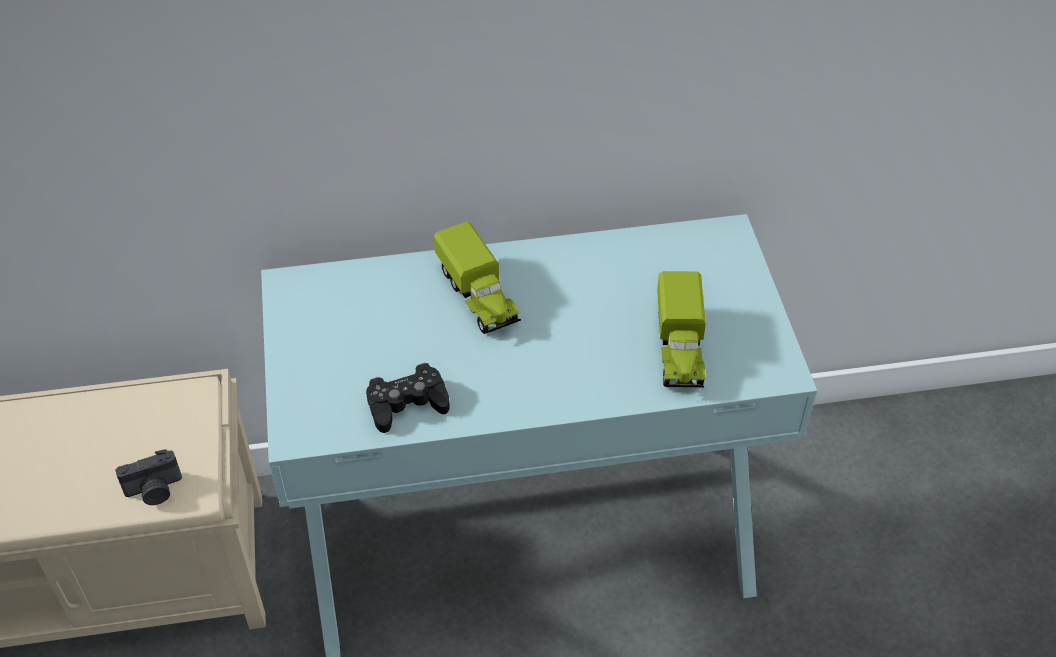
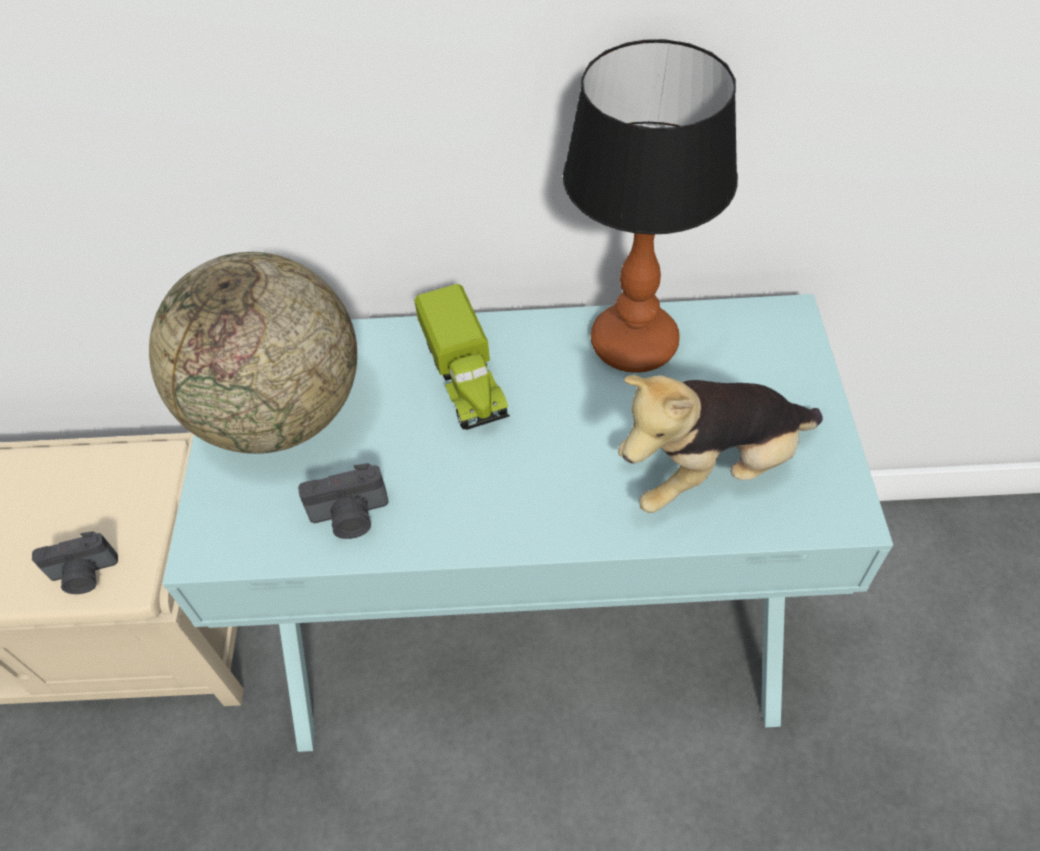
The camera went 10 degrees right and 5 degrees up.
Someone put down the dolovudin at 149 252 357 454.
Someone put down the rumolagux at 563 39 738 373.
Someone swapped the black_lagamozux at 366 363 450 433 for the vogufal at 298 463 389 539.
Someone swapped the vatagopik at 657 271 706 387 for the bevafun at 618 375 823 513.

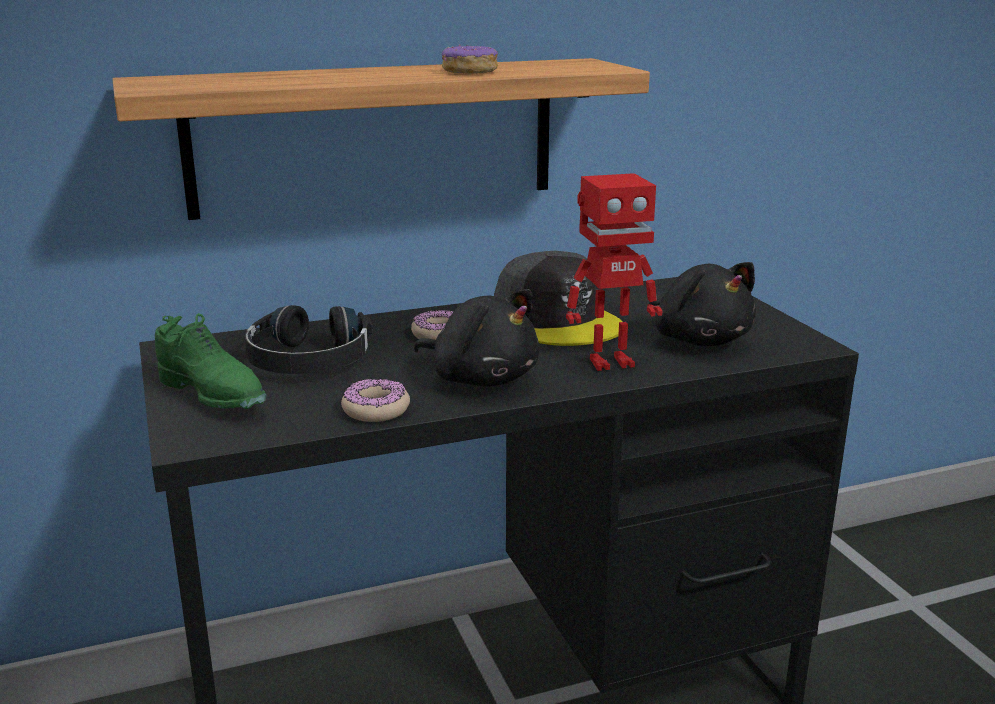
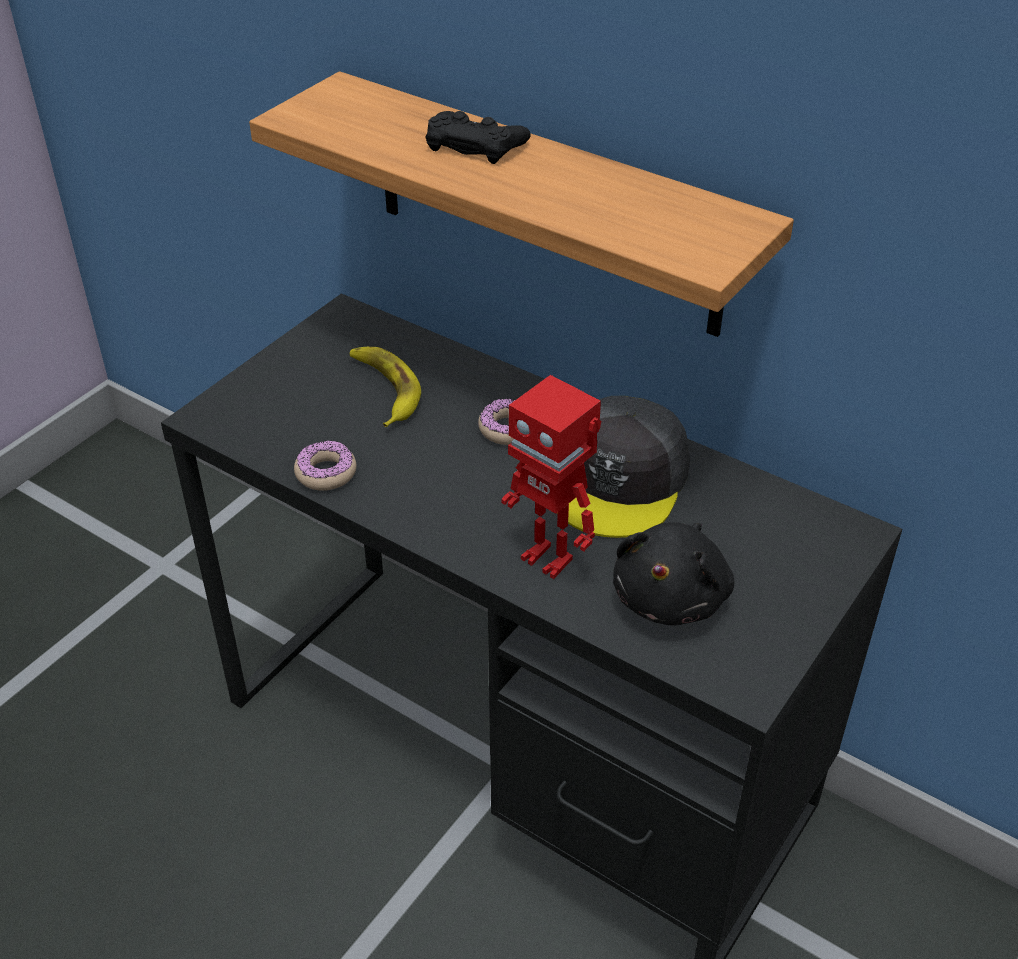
The camera went 55 degrees right and 20 degrees up.
Someone took away the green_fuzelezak at 155 313 267 409.
Someone took away the black_bevafun at 414 289 539 386.
Someone took away the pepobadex at 442 44 498 74.
Someone put down the black_lagamozux at 426 111 531 164.
Someone swapped the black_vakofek at 245 305 372 374 for the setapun at 350 347 421 427.

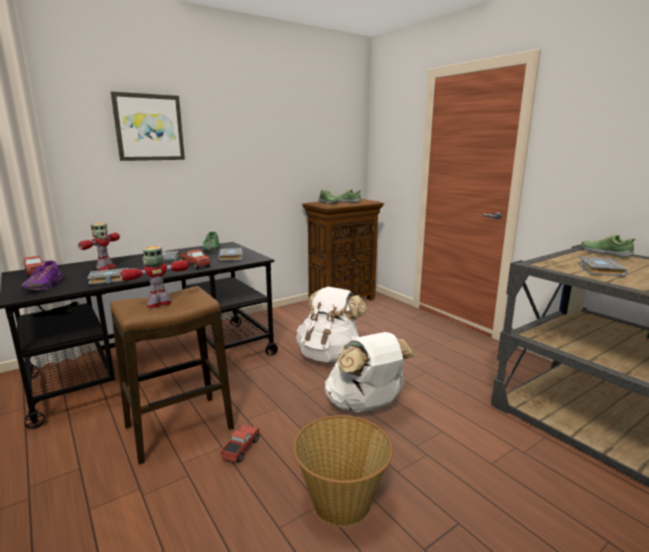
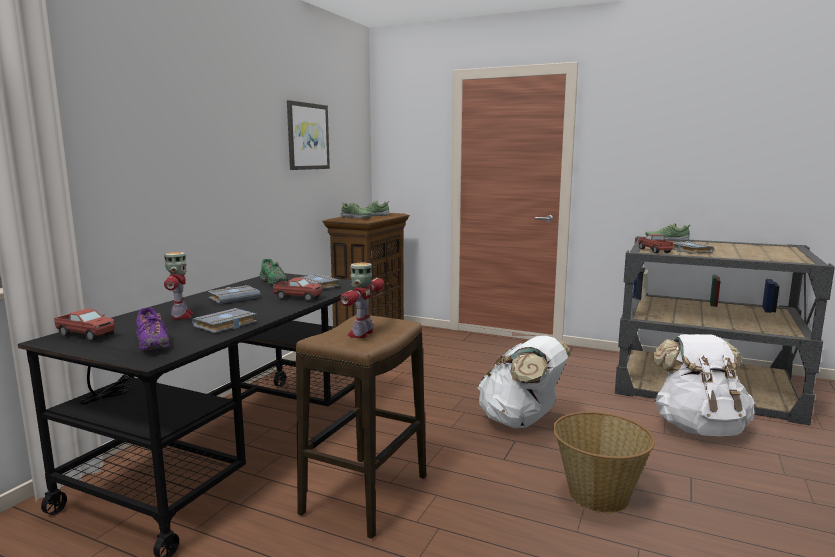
The camera went 30 degrees left and 5 degrees down.
Someone carried the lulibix from 111 92 185 161 to 287 100 330 170.
Someone carried the vatagopik from 221 425 260 463 to 638 234 673 253.
Someone carried the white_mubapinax from 296 287 367 362 to 653 334 755 436.

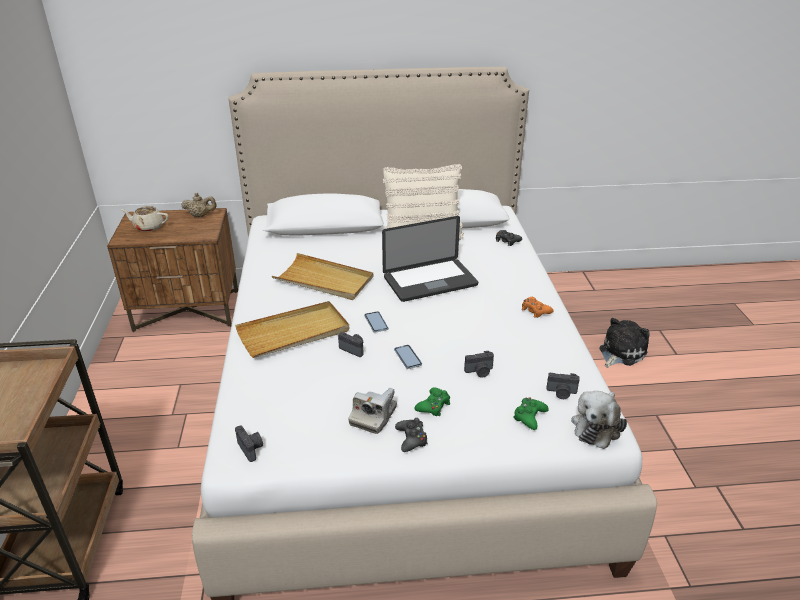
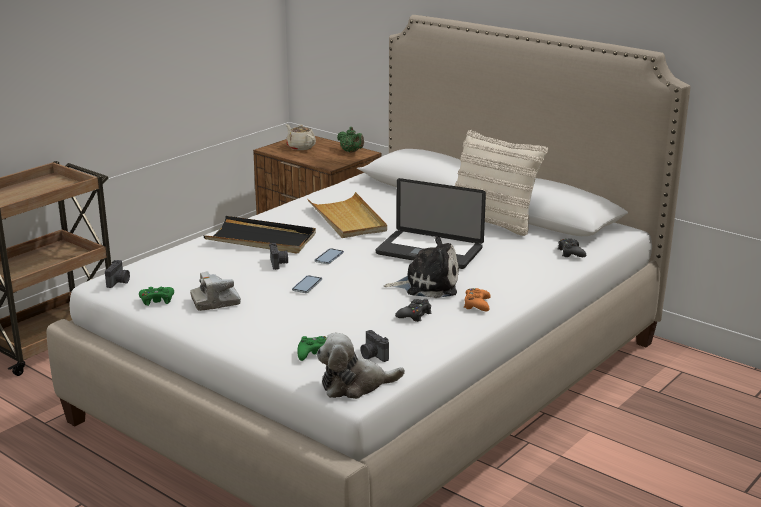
The camera went 45 degrees right and 10 degrees down.
Someone took away the vogufal at 464 351 494 378.
Someone carried the black_lagamozux from 395 418 428 452 to 395 299 432 322.
Someone carried the green_lagamozux from 415 387 450 416 to 139 287 174 306.
Someone carried the bevafun from 599 318 650 368 to 384 236 459 298.
Someone repainted the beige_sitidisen at 181 193 217 217, which became the green_sitidisen at 337 127 364 153.
Someone repainted the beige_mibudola at 235 301 349 358, which became the black_mibudola at 203 216 316 254.

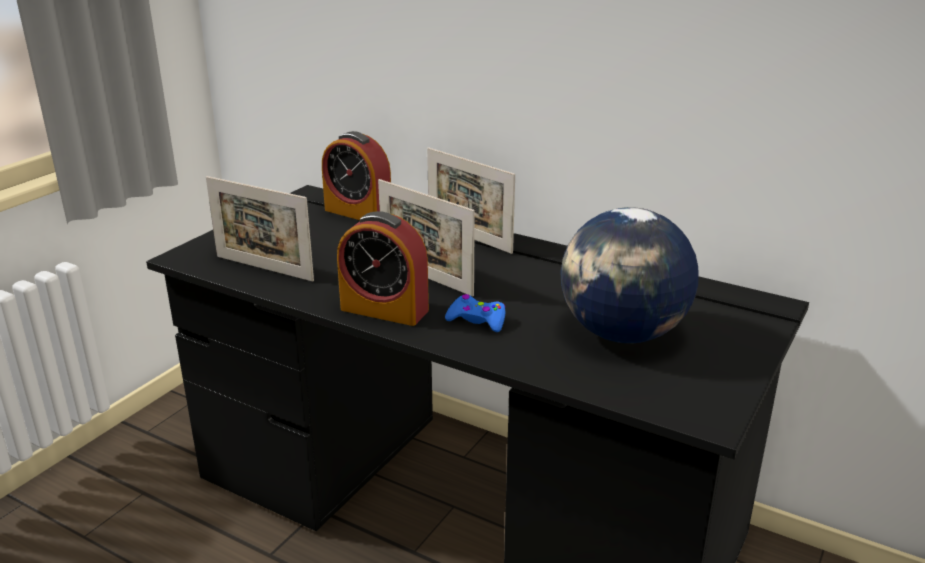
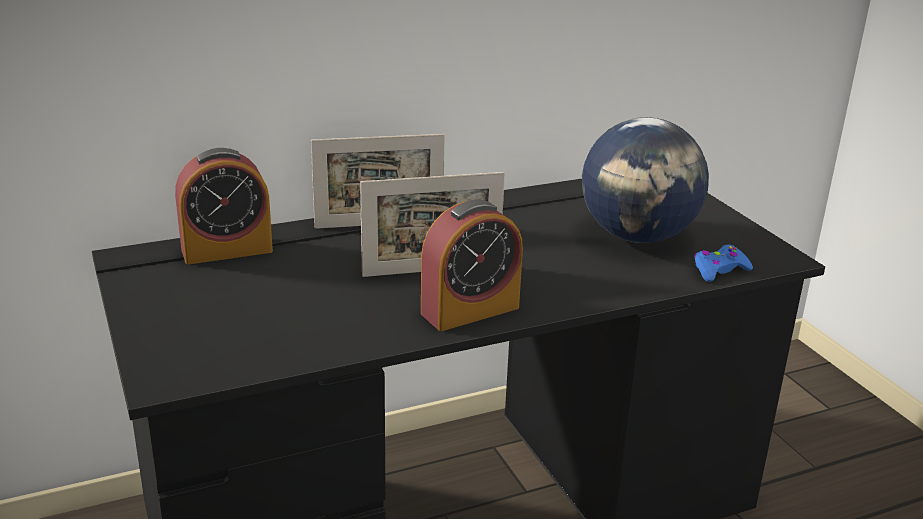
The camera went 55 degrees left and 0 degrees up.
Someone took away the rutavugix at 206 176 314 282.
Someone carried the blue_lagamozux from 445 294 505 332 to 694 245 753 282.

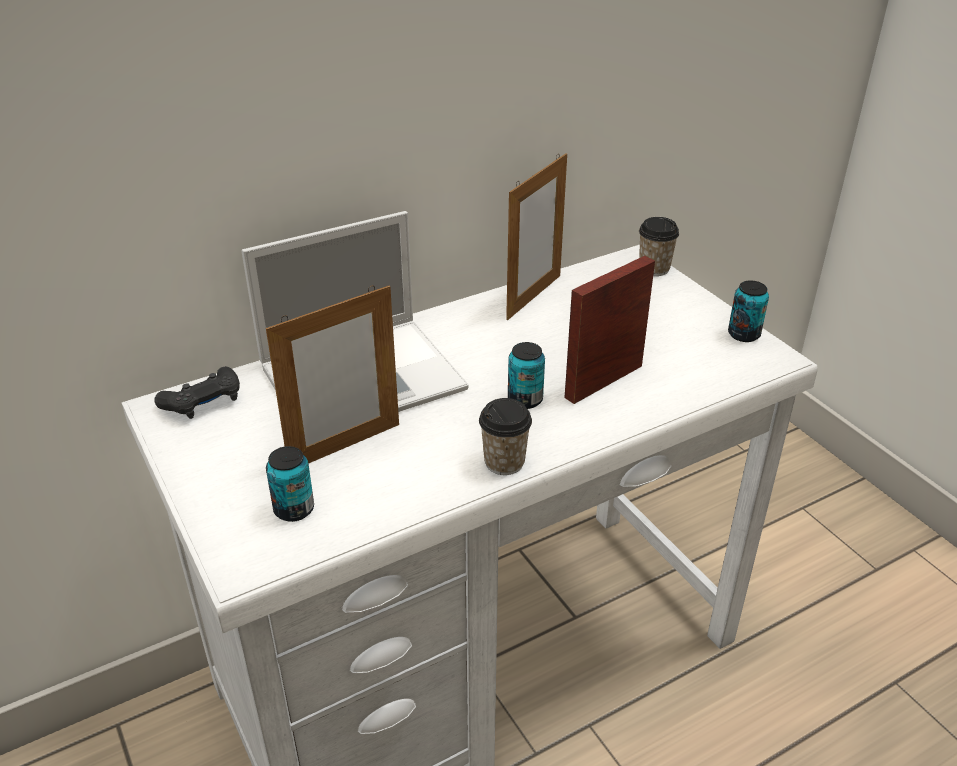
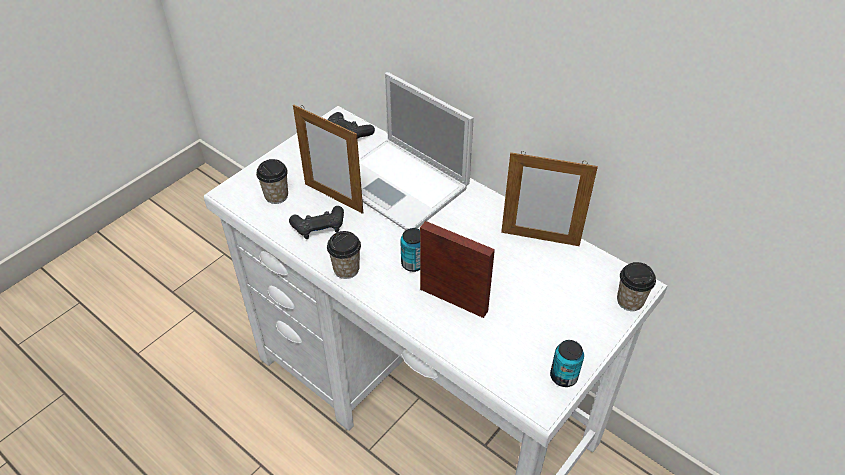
The camera went 70 degrees right and 10 degrees up.
Someone put down the black_lagamozux at 289 206 344 239.
Someone swapped the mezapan at 266 446 314 522 for the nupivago at 256 159 288 204.

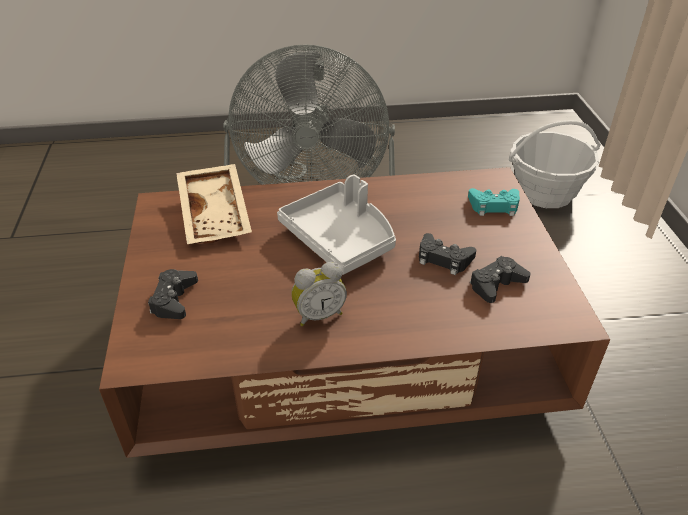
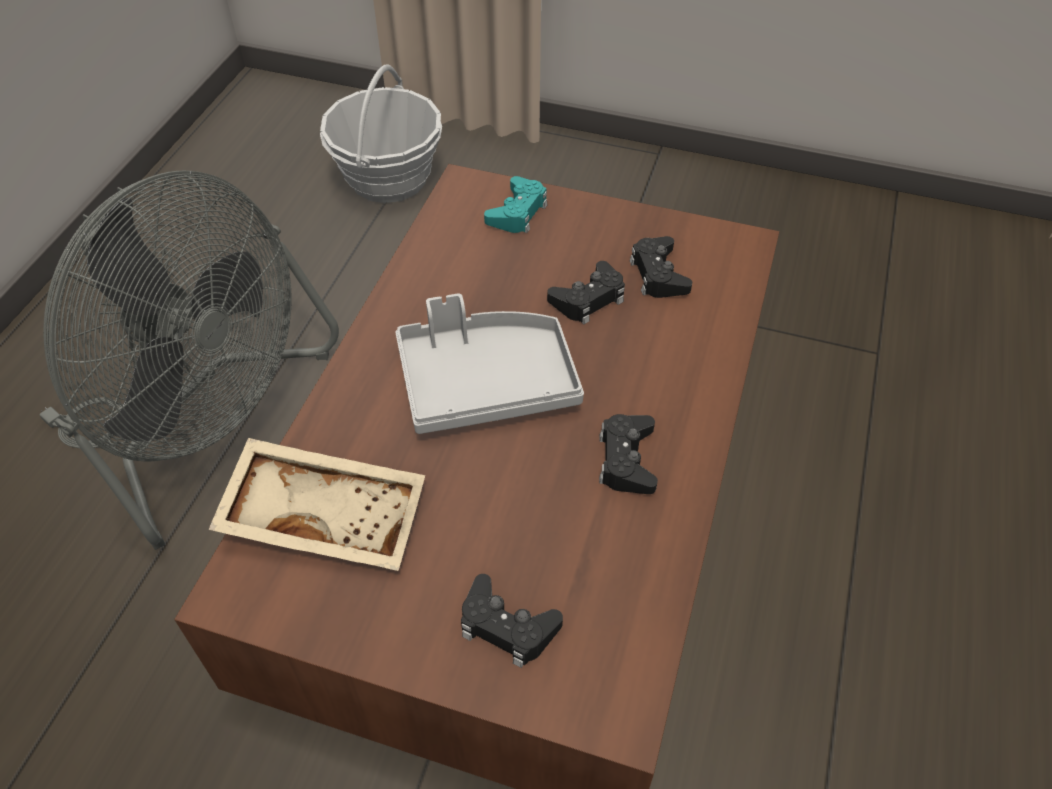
The camera went 65 degrees left and 10 degrees up.
Someone swapped the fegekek at 291 262 347 326 for the black_lagamozux at 599 414 658 494.

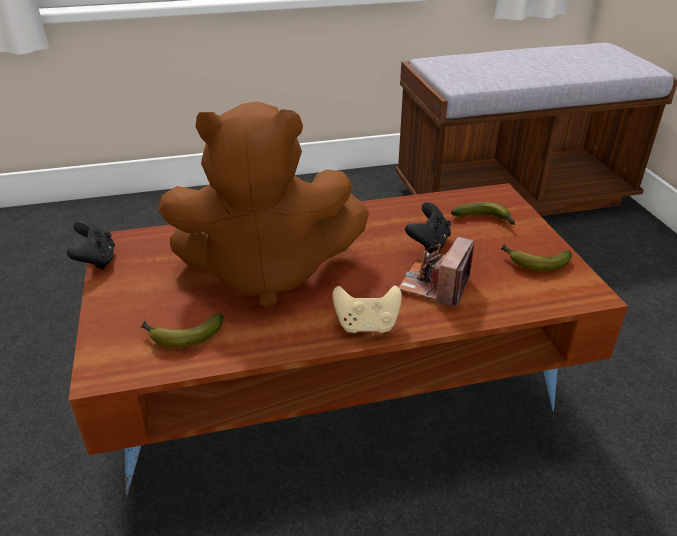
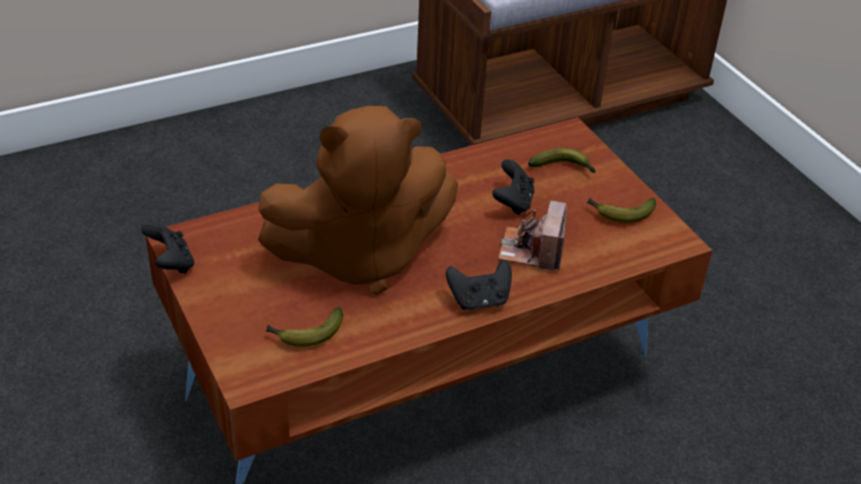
The camera went 15 degrees left and 5 degrees up.
Someone repainted the beige_lagamozux at 332 286 402 333, which became the black_lagamozux at 446 259 512 310.

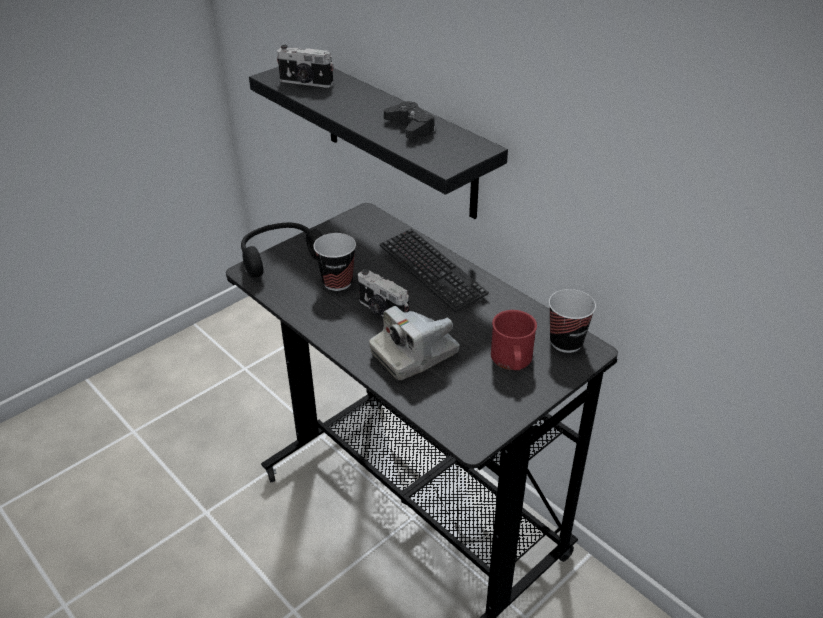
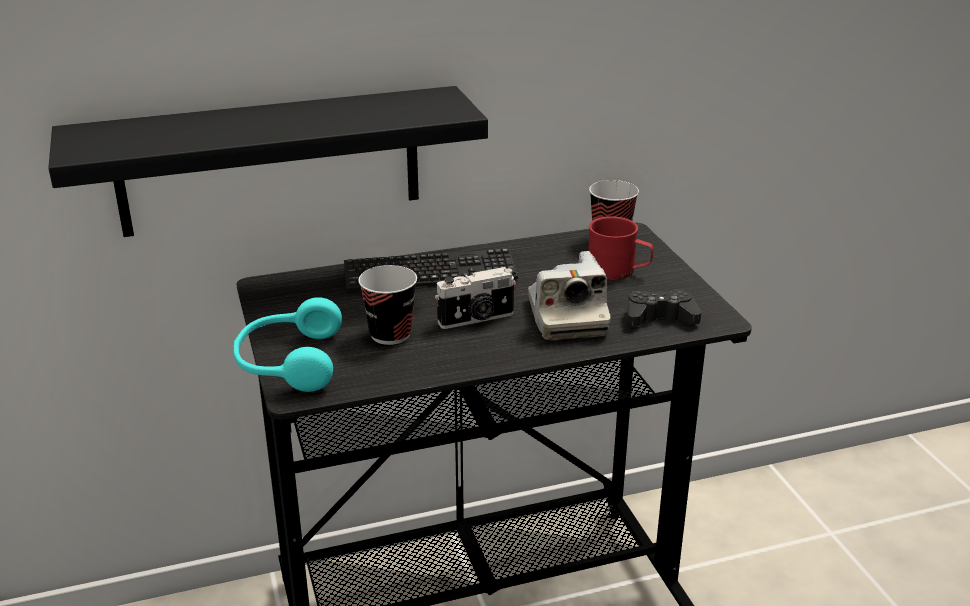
The camera went 65 degrees left and 10 degrees down.
Someone took away the vogufal at 277 45 333 88.
Someone carried the black_lagamozux from 384 101 435 139 to 627 289 701 326.
Someone repainted the black_vakofek at 241 223 323 278, which became the turquoise_vakofek at 233 297 342 392.

